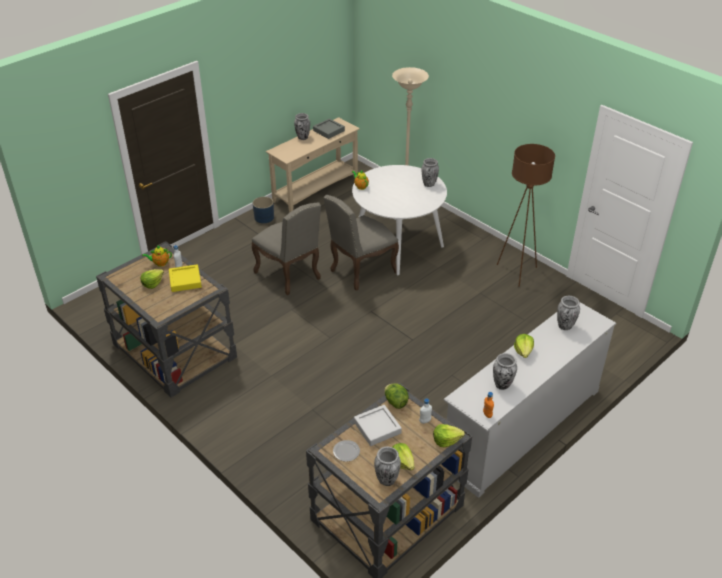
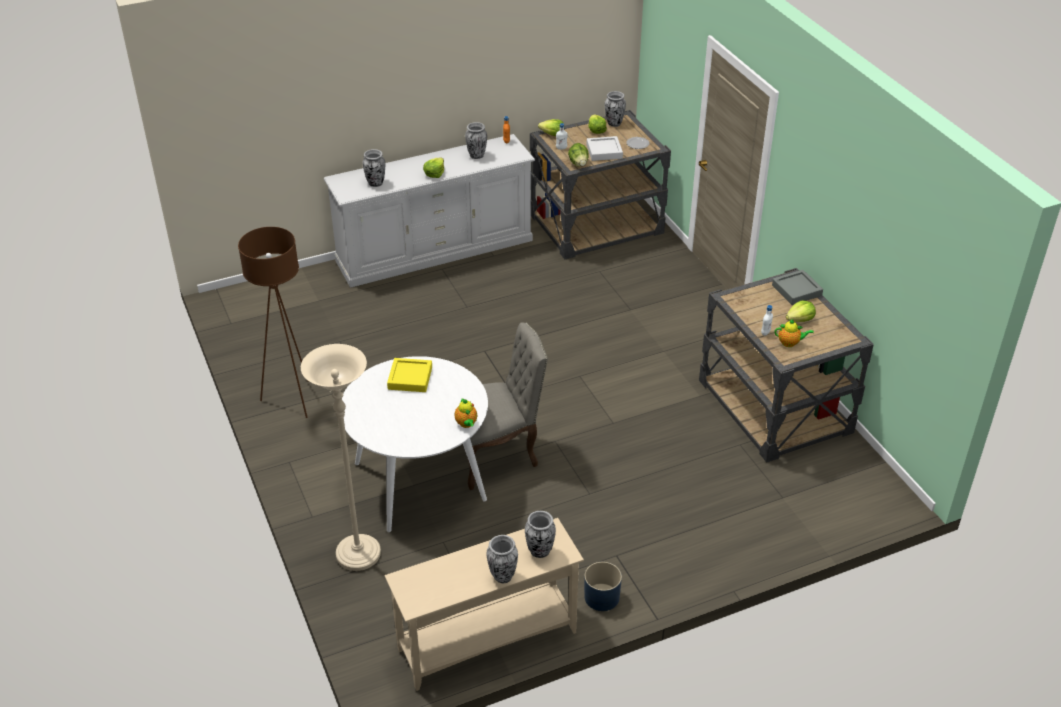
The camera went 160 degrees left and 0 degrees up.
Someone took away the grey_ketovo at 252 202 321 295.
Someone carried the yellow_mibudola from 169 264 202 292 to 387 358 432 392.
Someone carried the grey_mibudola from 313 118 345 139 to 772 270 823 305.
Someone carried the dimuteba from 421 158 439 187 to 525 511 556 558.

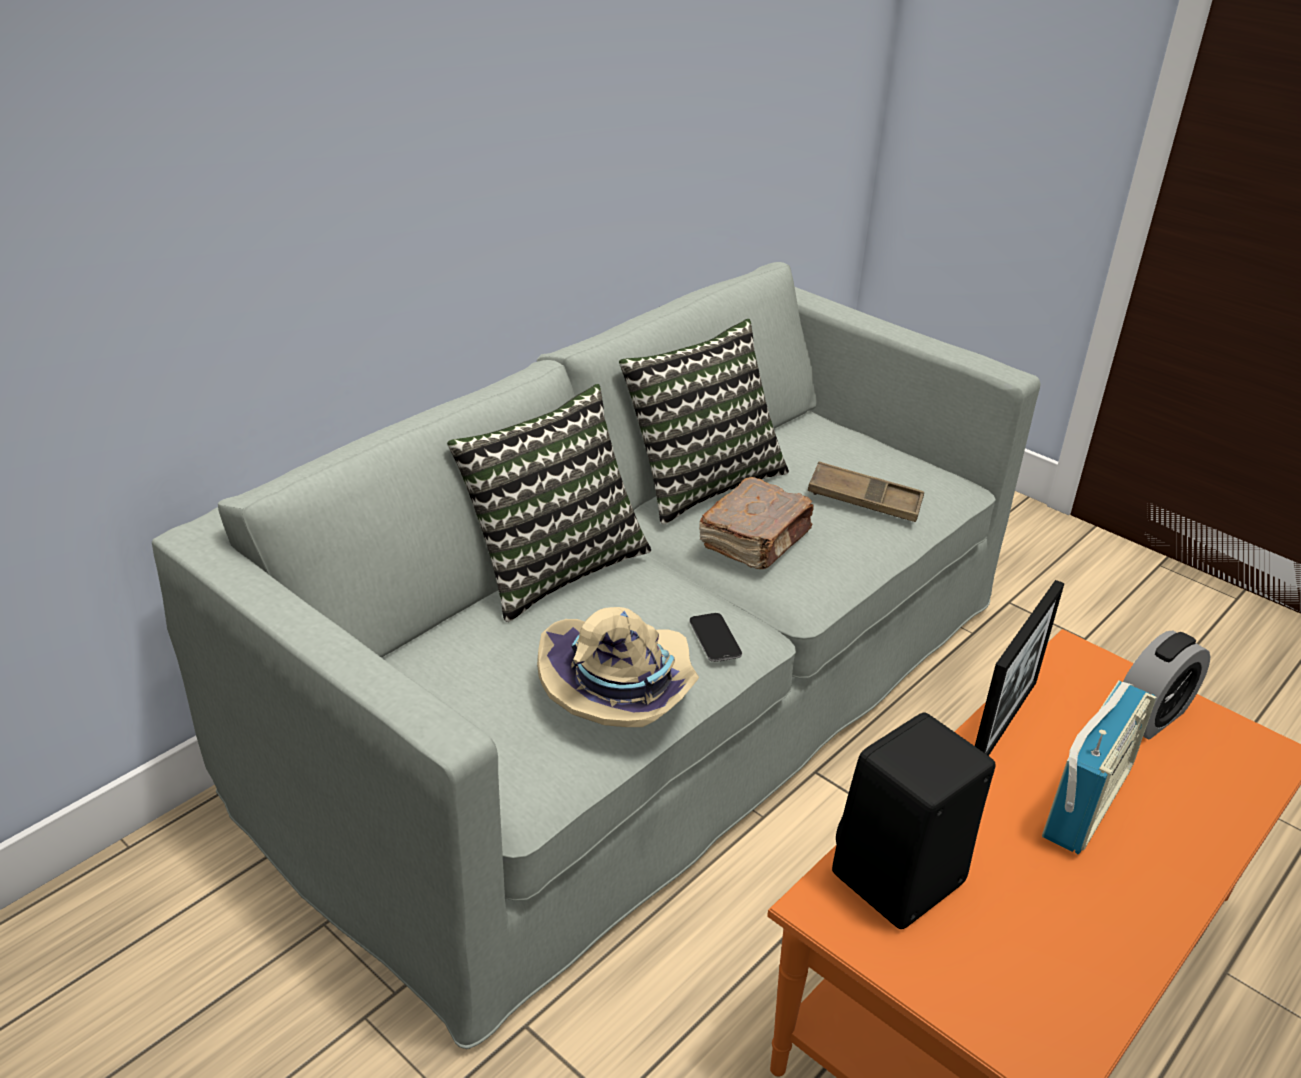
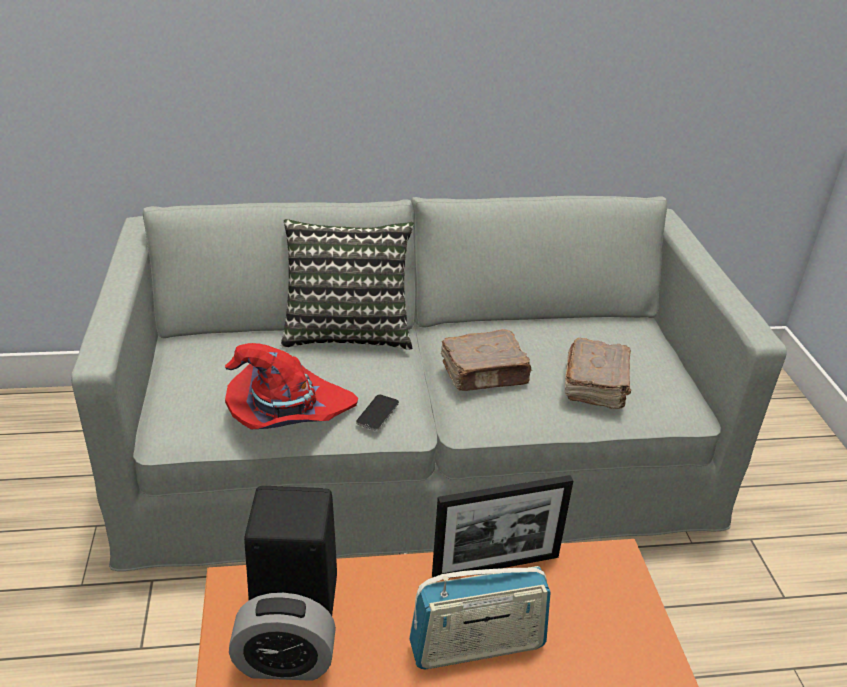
The camera went 40 degrees right and 0 degrees up.
Someone took away the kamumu at 619 319 789 525.
Someone carried the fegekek from 1123 631 1210 740 to 229 593 336 681.
Someone swapped the brown_mibudola at 808 462 924 522 for the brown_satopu at 565 338 631 409.
Someone repainted the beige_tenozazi at 537 607 699 727, which became the red_tenozazi at 225 343 358 429.

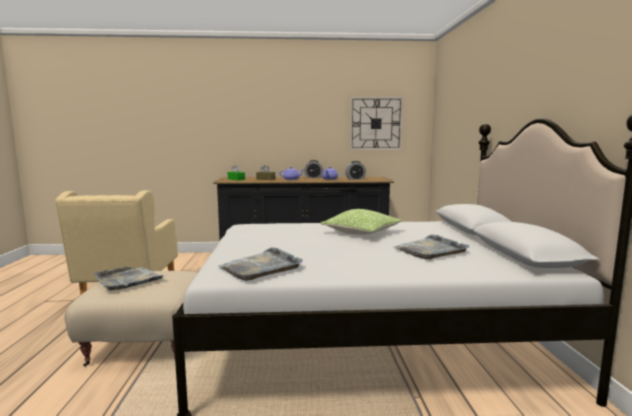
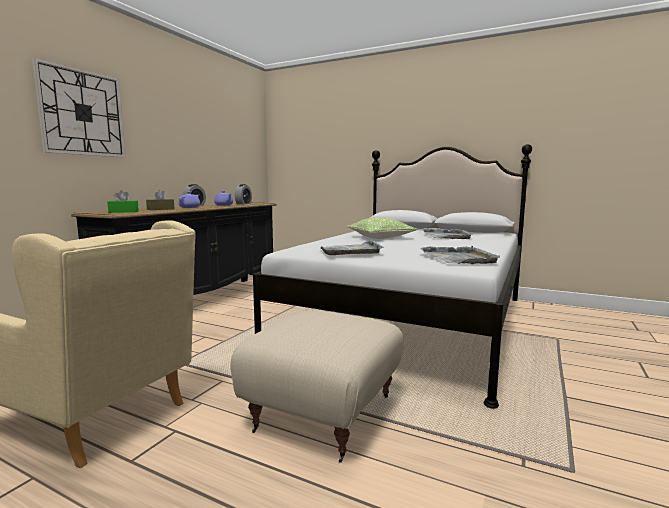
The camera went 60 degrees left and 0 degrees up.
Someone carried the grey_mibudola from 94 267 163 291 to 320 241 384 255.
Someone carried the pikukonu from 350 97 403 150 to 32 58 126 158.

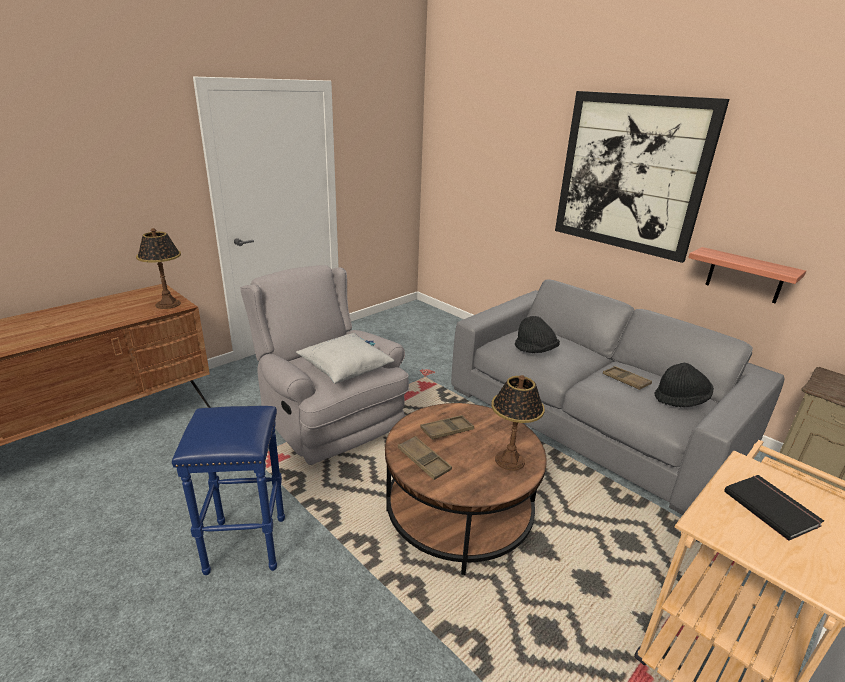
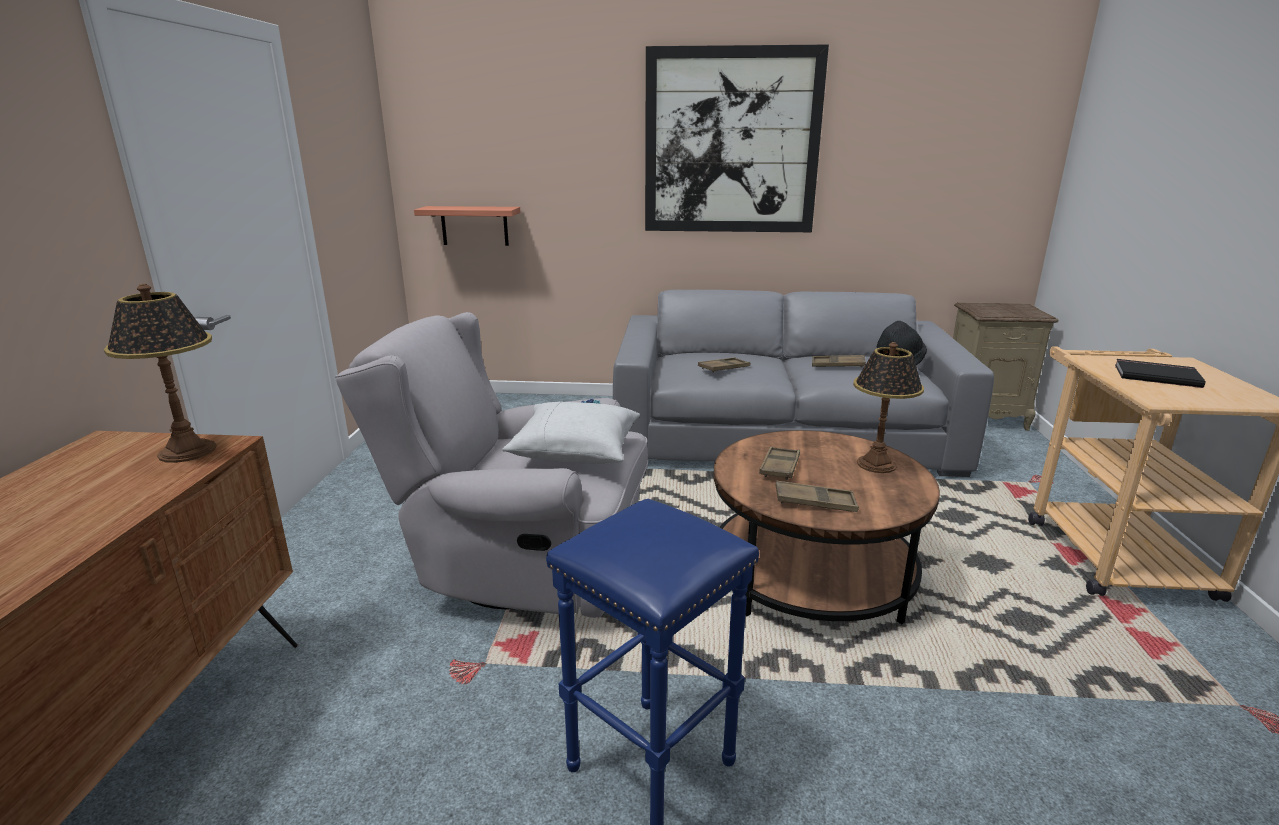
The camera went 40 degrees left and 5 degrees down.
Someone carried the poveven from 688 247 806 303 to 414 206 520 246.
Someone swapped the black_tenozazi at 515 316 560 353 for the brown_mibudola at 698 357 750 373.

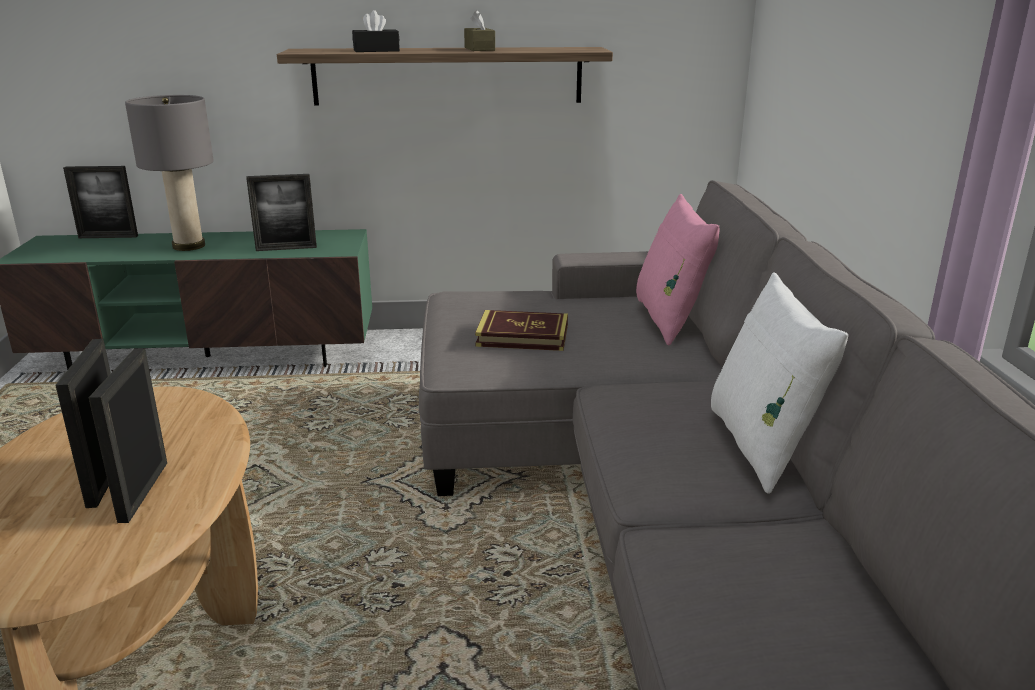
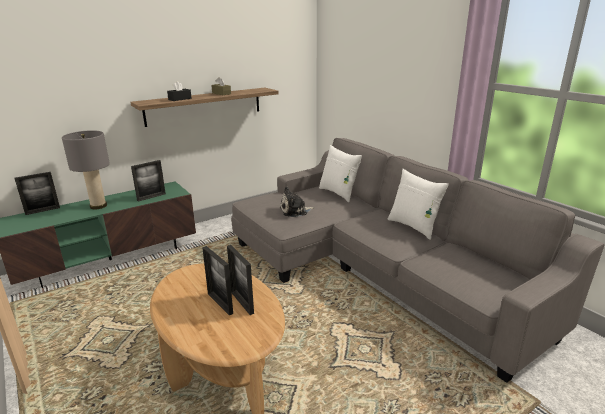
The camera went 30 degrees left and 0 degrees up.
Someone swapped the satopu at 475 310 568 351 for the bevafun at 280 187 315 217.
Someone repainted the pink_kamumu at 636 194 719 345, which became the white_kamumu at 319 145 362 202.

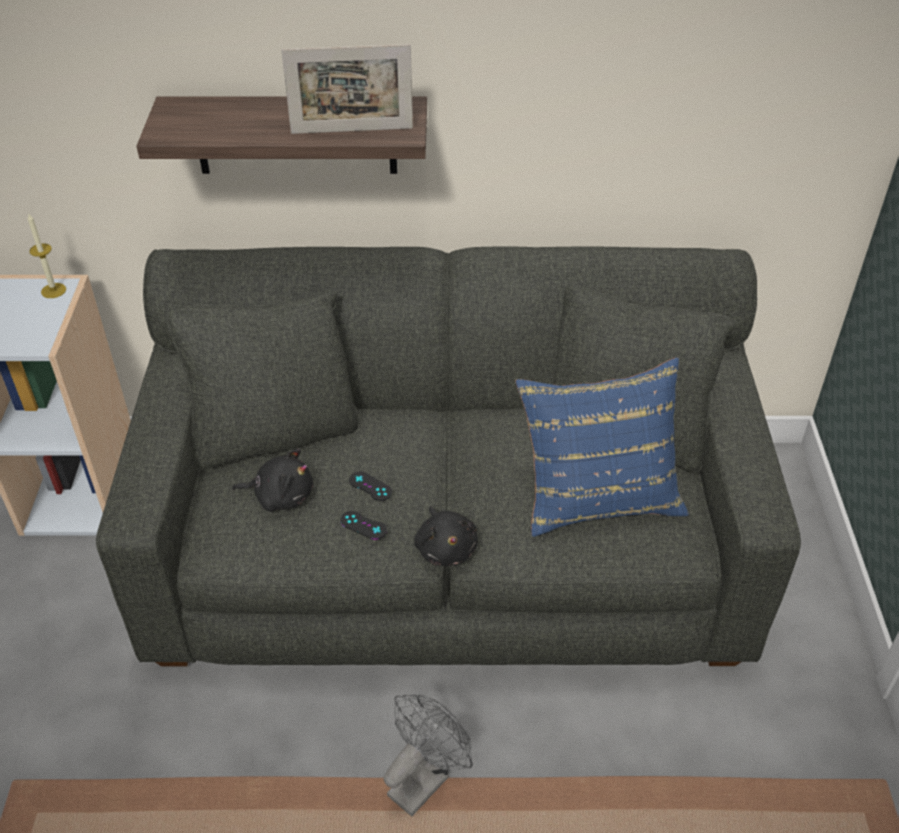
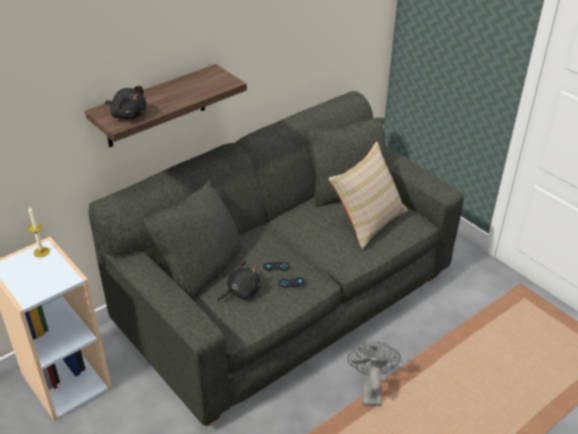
The camera went 40 degrees left and 5 degrees down.
Someone took away the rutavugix at 281 44 413 134.
Someone carried the black_bevafun from 414 506 478 566 to 105 86 147 119.
Someone repainted the blue_kamumu at 516 358 689 537, which became the beige_kamumu at 328 142 408 249.

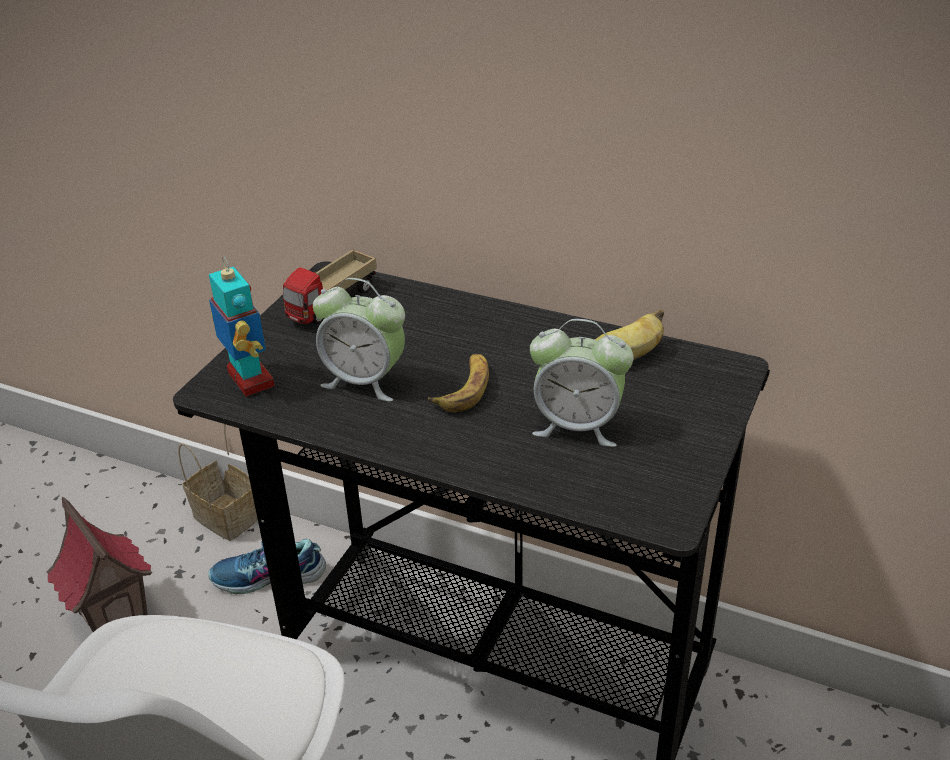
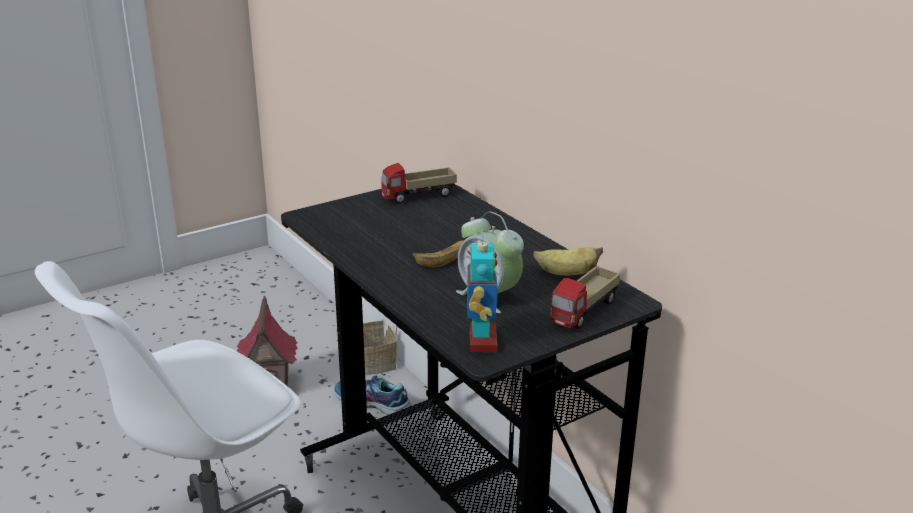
The camera went 30 degrees right and 10 degrees down.
Someone took away the fegekek at 313 278 405 402.
Someone put down the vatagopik at 550 266 620 329.
Someone carried the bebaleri from 209 256 275 397 to 467 231 498 352.

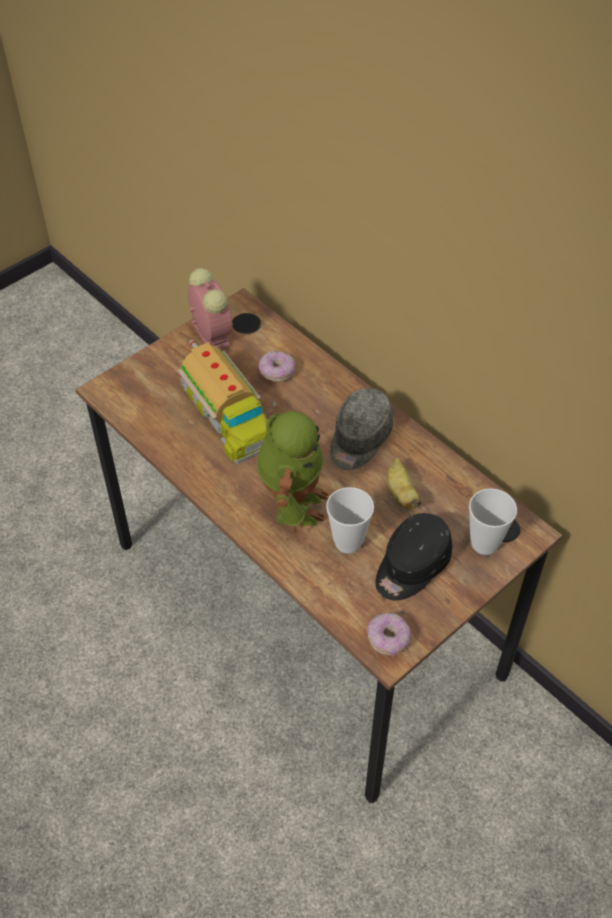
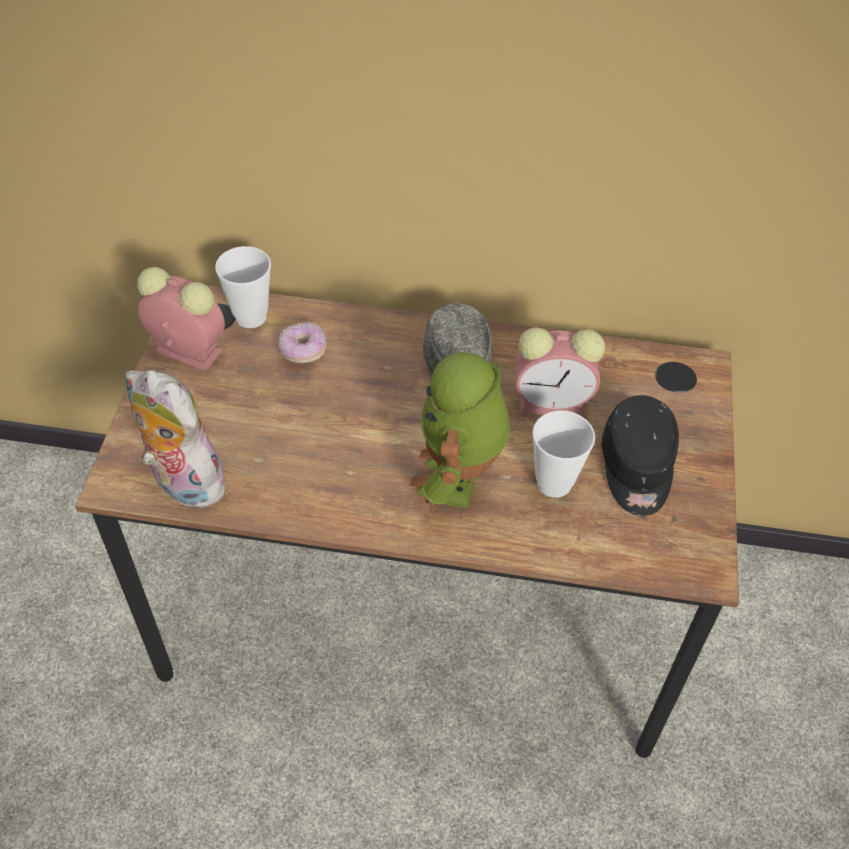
The camera went 40 degrees left and 0 degrees up.
Someone took away the vatagopik at 178 340 276 464.
Someone took away the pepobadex at 367 613 411 656.
Someone put down the bevafun at 125 370 234 508.
Someone carried the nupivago from 469 488 517 555 to 215 246 271 328.
Someone swapped the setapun at 386 457 421 509 for the fegekek at 515 327 605 416.
Someone rotated the bebaleri at 257 411 329 532 by 135 degrees counterclockwise.

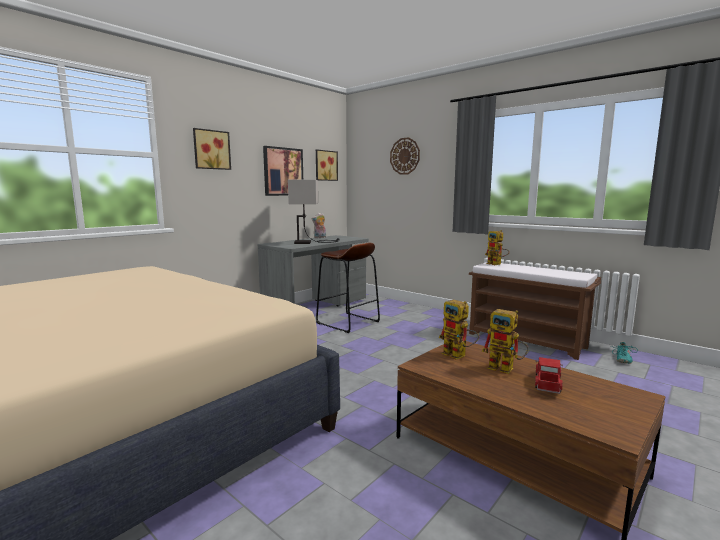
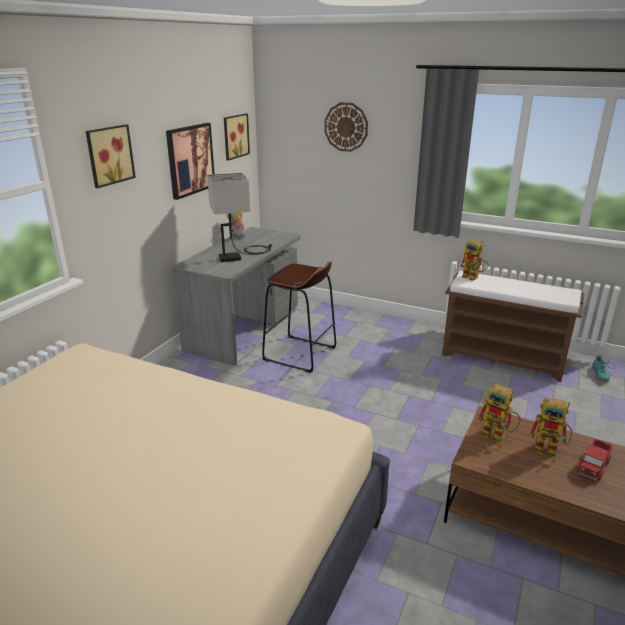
The camera went 15 degrees left and 15 degrees up.
Someone rotated the vatagopik at 535 357 563 394 by 150 degrees counterclockwise.

